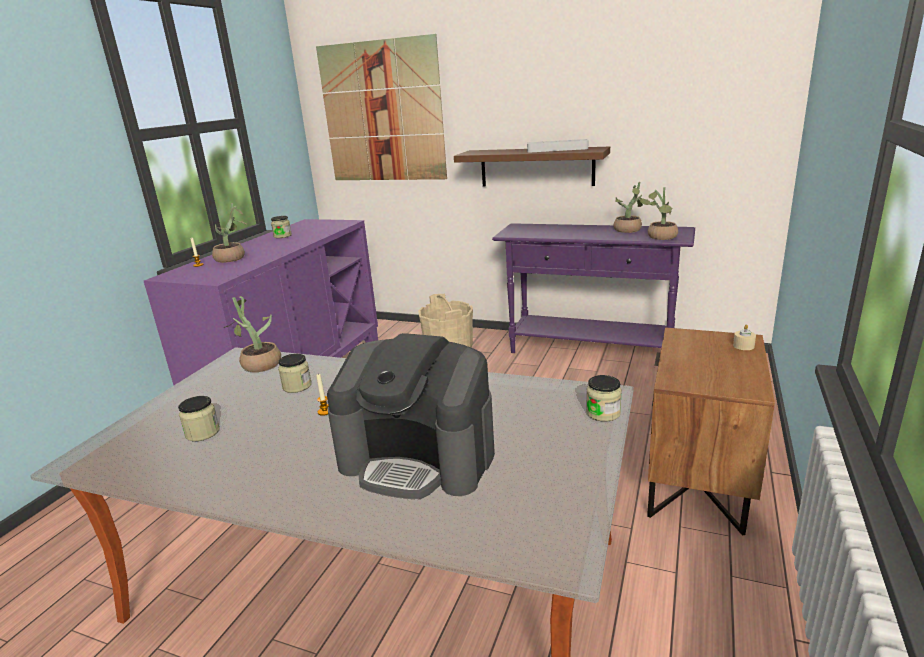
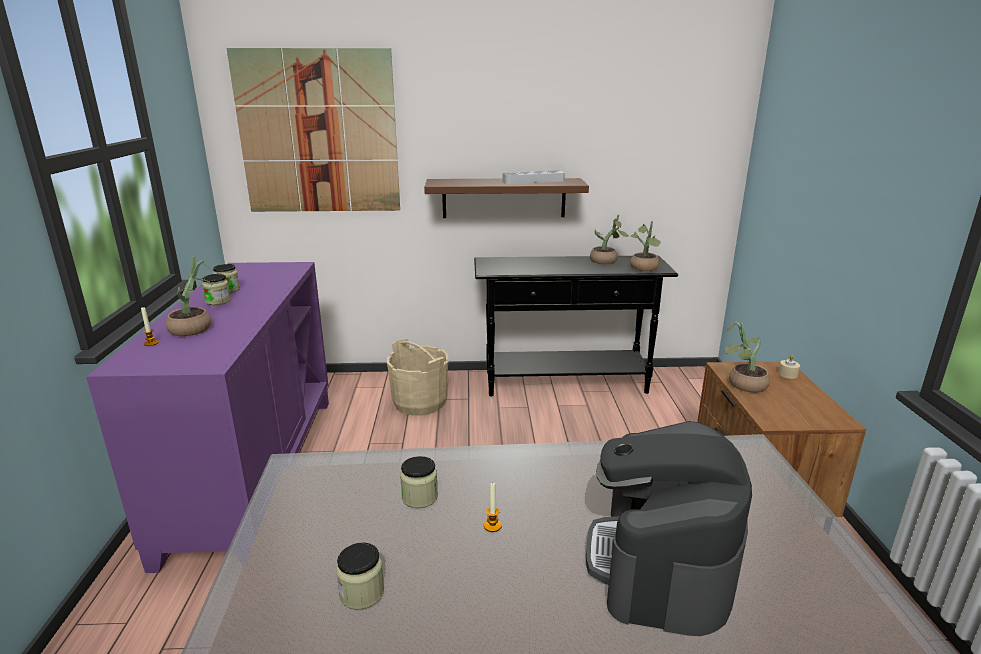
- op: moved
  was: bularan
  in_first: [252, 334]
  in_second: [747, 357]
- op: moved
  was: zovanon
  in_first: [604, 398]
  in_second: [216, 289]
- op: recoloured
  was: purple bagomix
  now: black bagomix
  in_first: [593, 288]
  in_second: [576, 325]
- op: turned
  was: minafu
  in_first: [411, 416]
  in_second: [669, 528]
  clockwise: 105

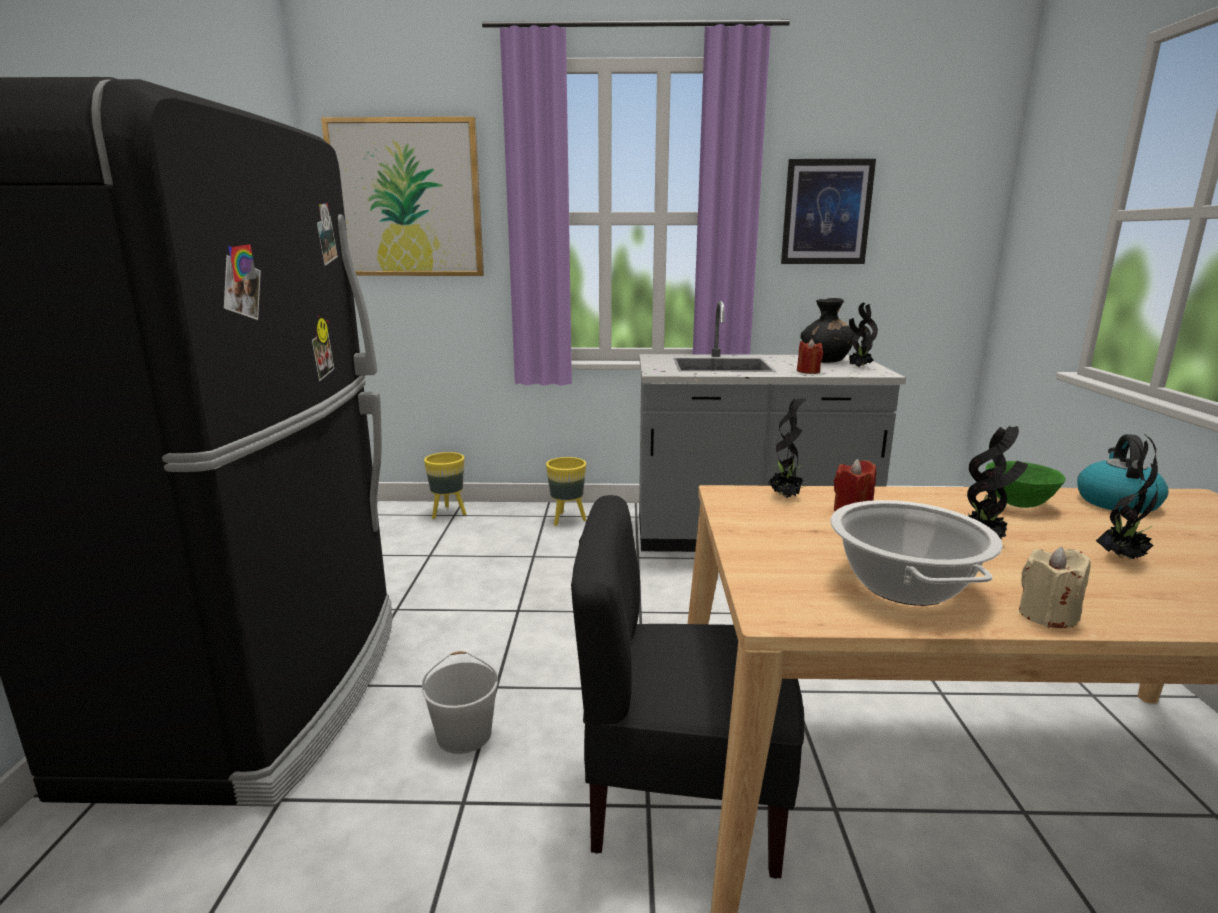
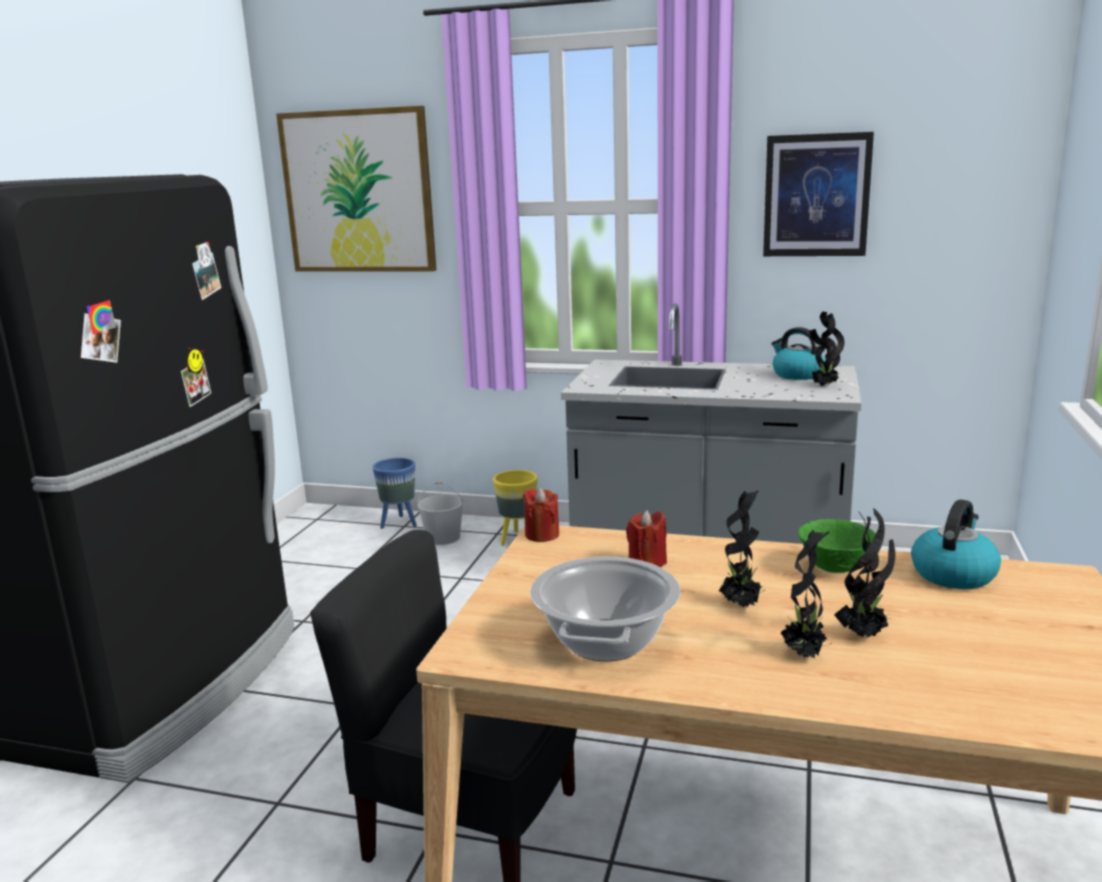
- op: removed
  was: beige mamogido
  in_first: [1055, 587]
- op: moved
  was: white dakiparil
  in_first: [460, 702]
  in_second: [441, 513]
- op: moved
  was: bularan
  in_first: [787, 448]
  in_second: [806, 594]
- op: moved
  was: red mamogido
  in_first: [810, 356]
  in_second: [541, 515]
- op: replaced
  was: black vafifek
  now: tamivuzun
  in_first: [828, 330]
  in_second: [798, 353]
- op: recoloured
  was: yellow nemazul
  now: blue nemazul
  in_first: [445, 485]
  in_second: [395, 493]

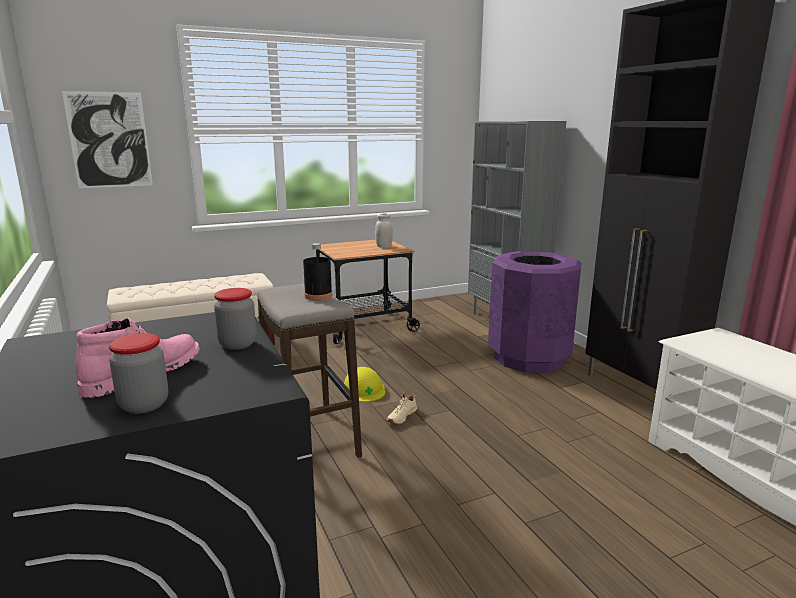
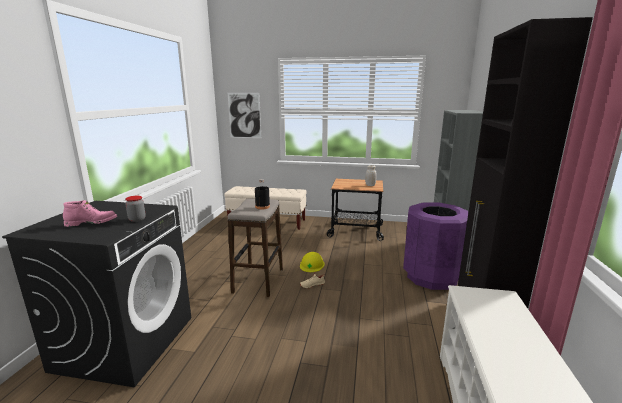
- op: removed
  was: zovanon
  in_first: [138, 373]

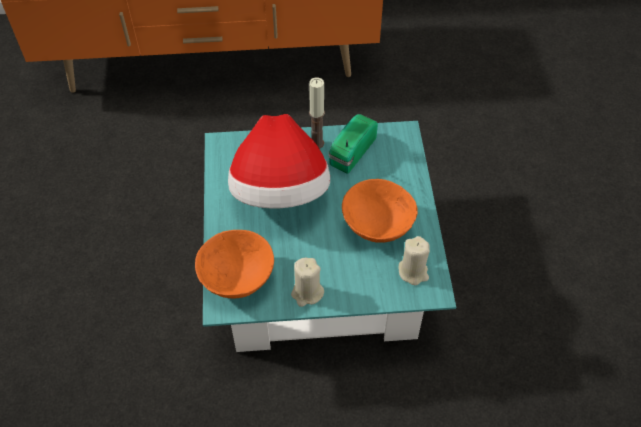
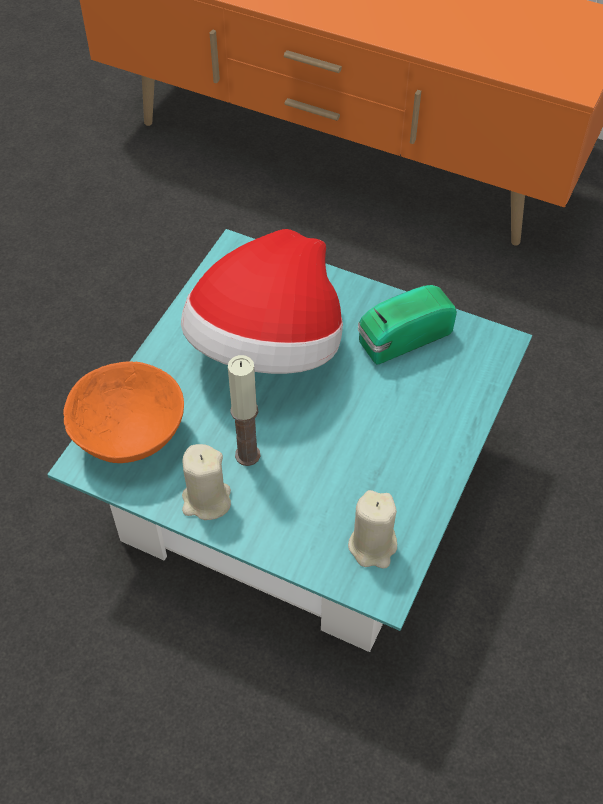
- op: removed
  was: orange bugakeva
  in_first: [380, 211]
- op: moved
  was: mamogido
  in_first: [317, 113]
  in_second: [244, 410]

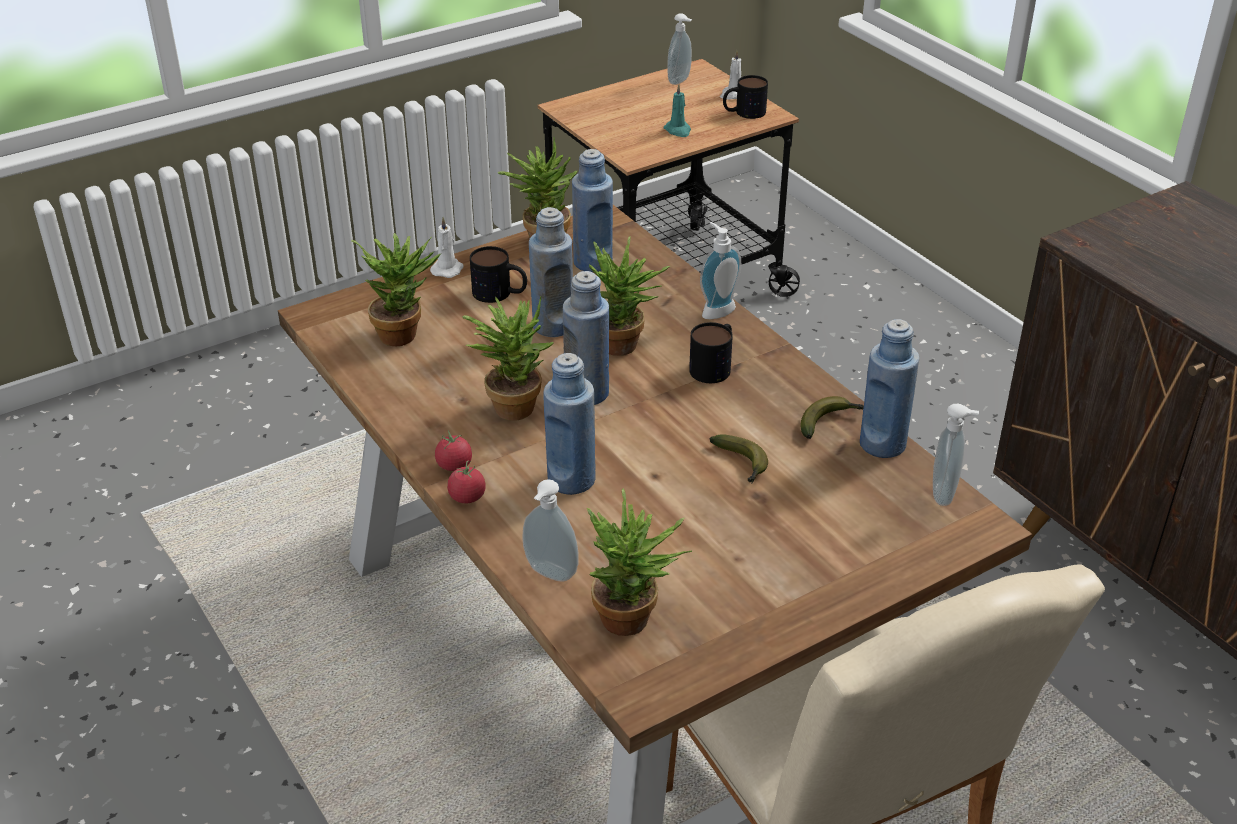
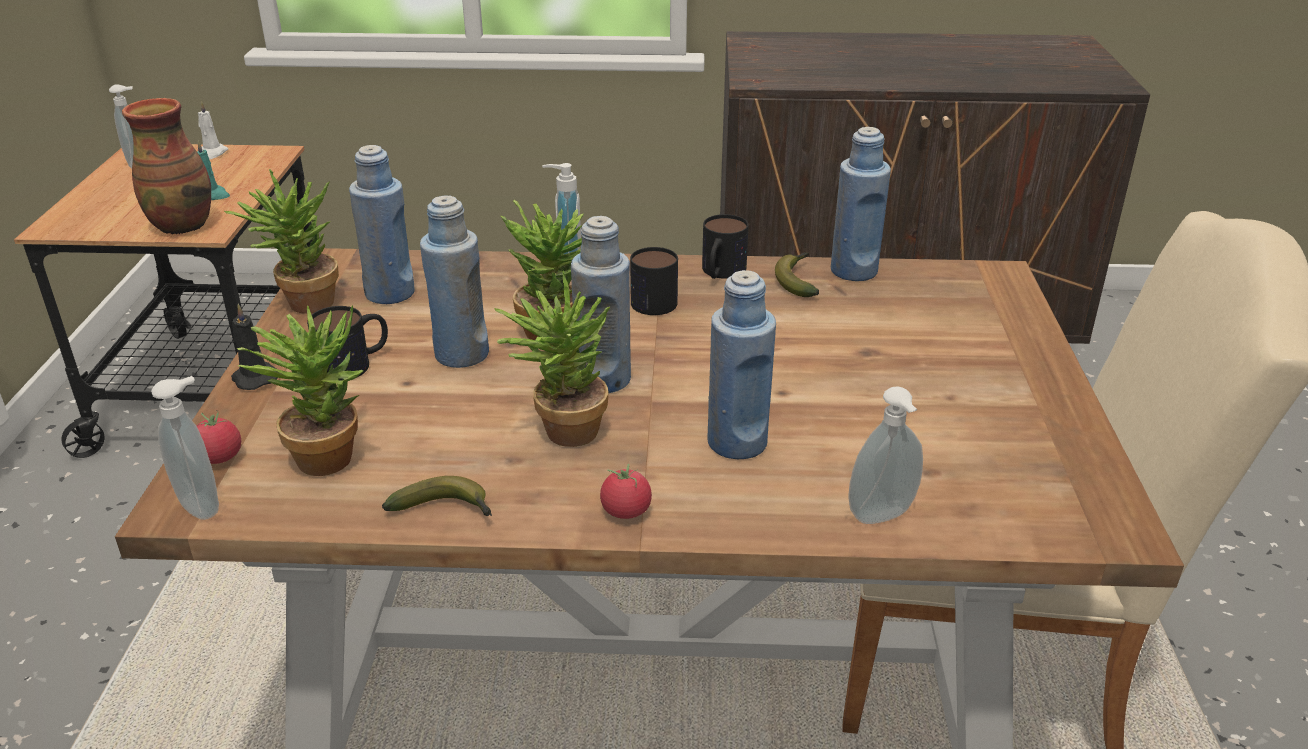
- op: removed
  was: bularan
  in_first: [639, 562]
- op: added
  now: vafifek
  in_second: [166, 166]
- op: moved
  was: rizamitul
  in_first: [466, 482]
  in_second: [219, 437]
- op: moved
  was: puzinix
  in_first: [739, 459]
  in_second: [437, 496]
- op: moved
  was: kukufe
  in_first: [745, 97]
  in_second: [725, 246]
- op: moved
  was: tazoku
  in_first: [956, 455]
  in_second: [185, 448]
- op: recoloured
  was: white mamogido
  now: black mamogido
  in_first: [446, 247]
  in_second: [254, 346]

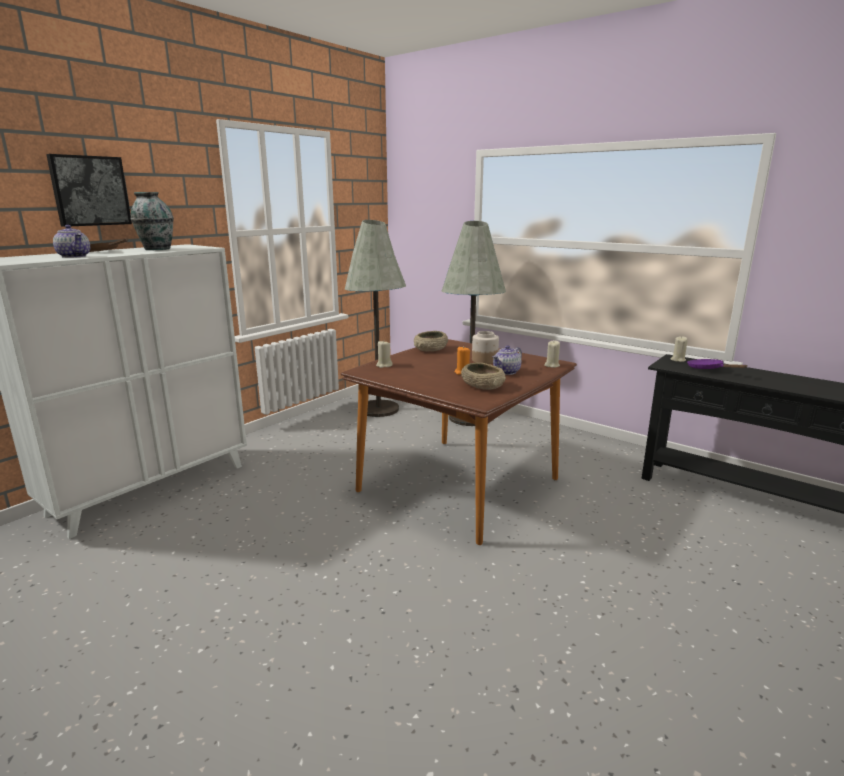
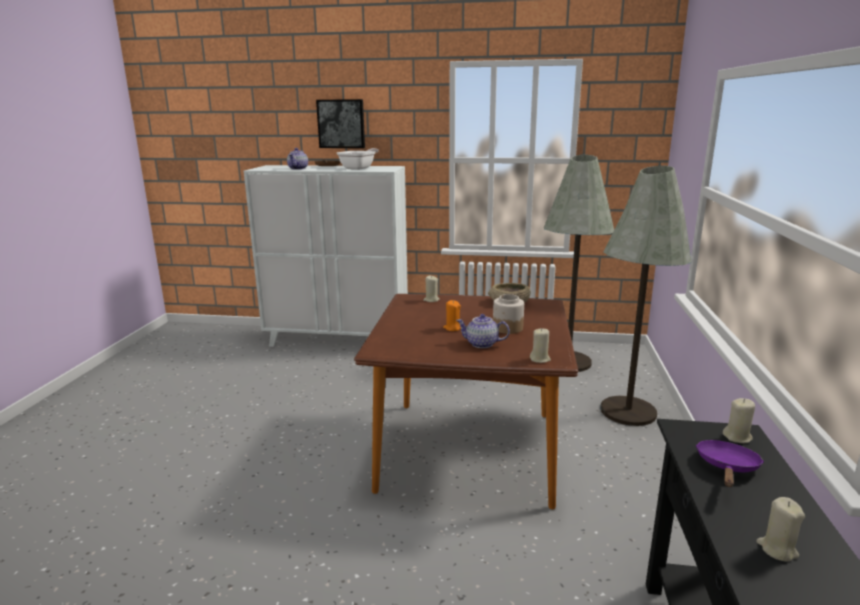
- op: removed
  was: beige bugakeva
  in_first: [483, 376]
- op: added
  now: beige mamogido
  in_second: [780, 529]
- op: replaced
  was: vafifek
  now: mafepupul
  in_first: [152, 221]
  in_second: [358, 159]

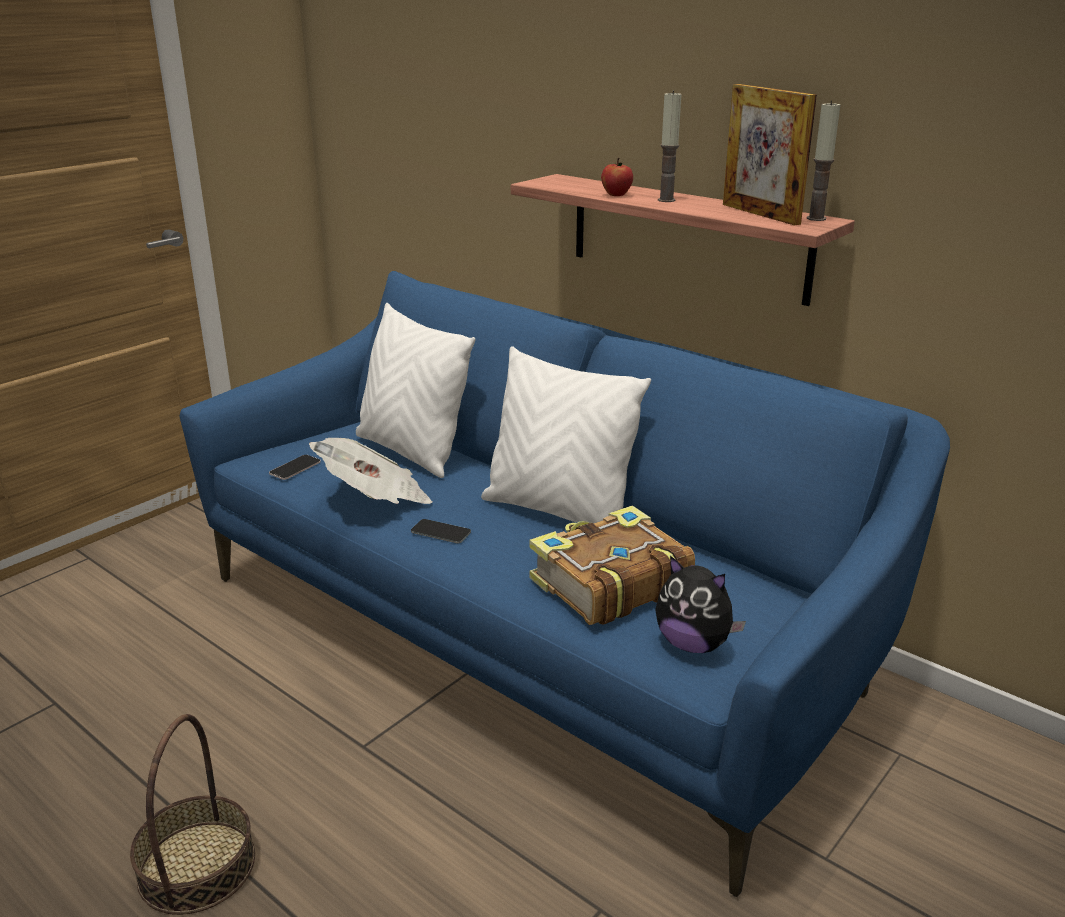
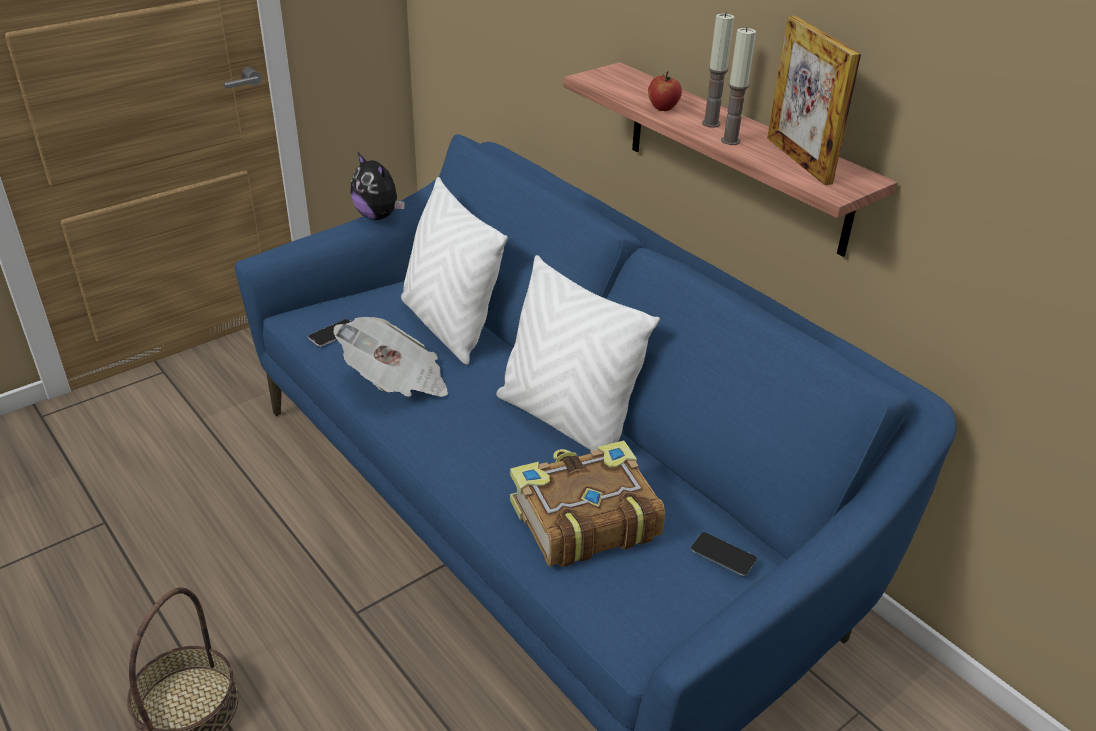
- op: moved
  was: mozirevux
  in_first: [441, 531]
  in_second: [724, 554]
- op: moved
  was: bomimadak
  in_first: [700, 604]
  in_second: [378, 186]
- op: moved
  was: mamogido
  in_first: [823, 161]
  in_second: [738, 86]

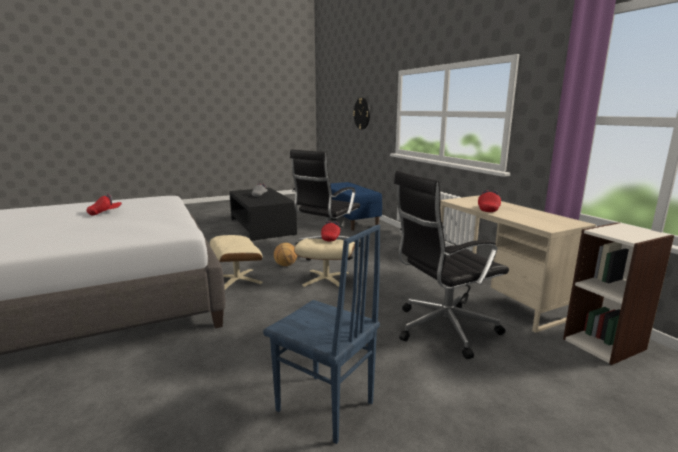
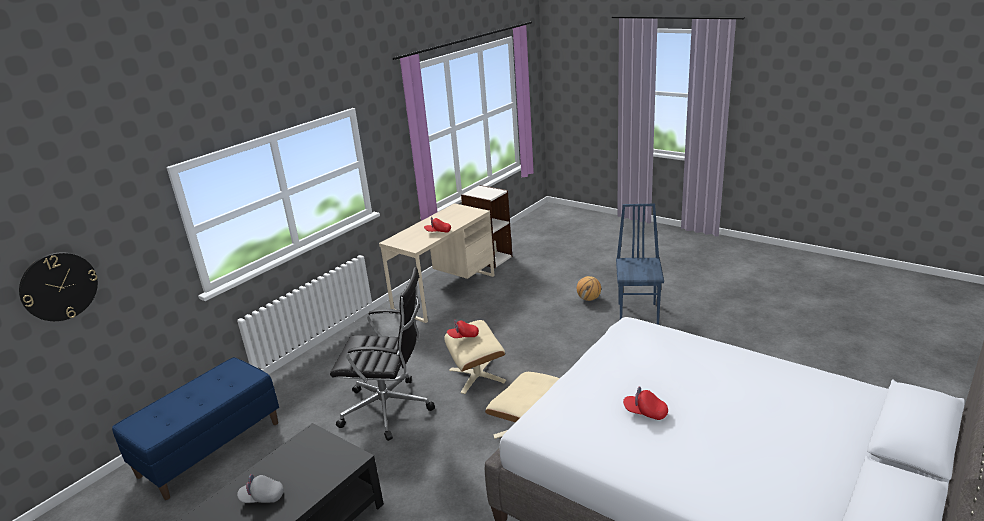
- op: removed
  was: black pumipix
  in_first: [451, 265]
- op: moved
  was: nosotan
  in_first: [285, 254]
  in_second: [589, 288]

